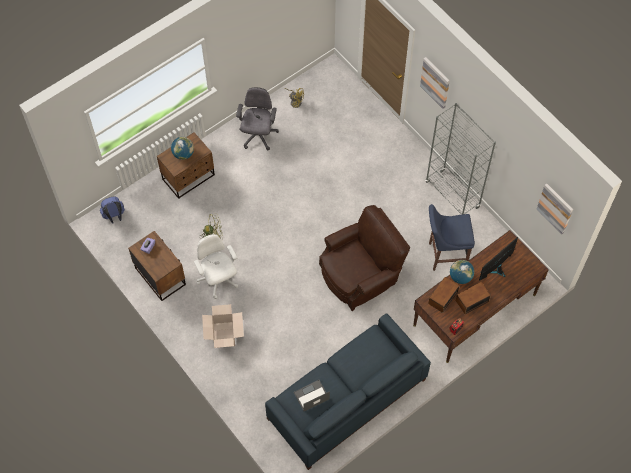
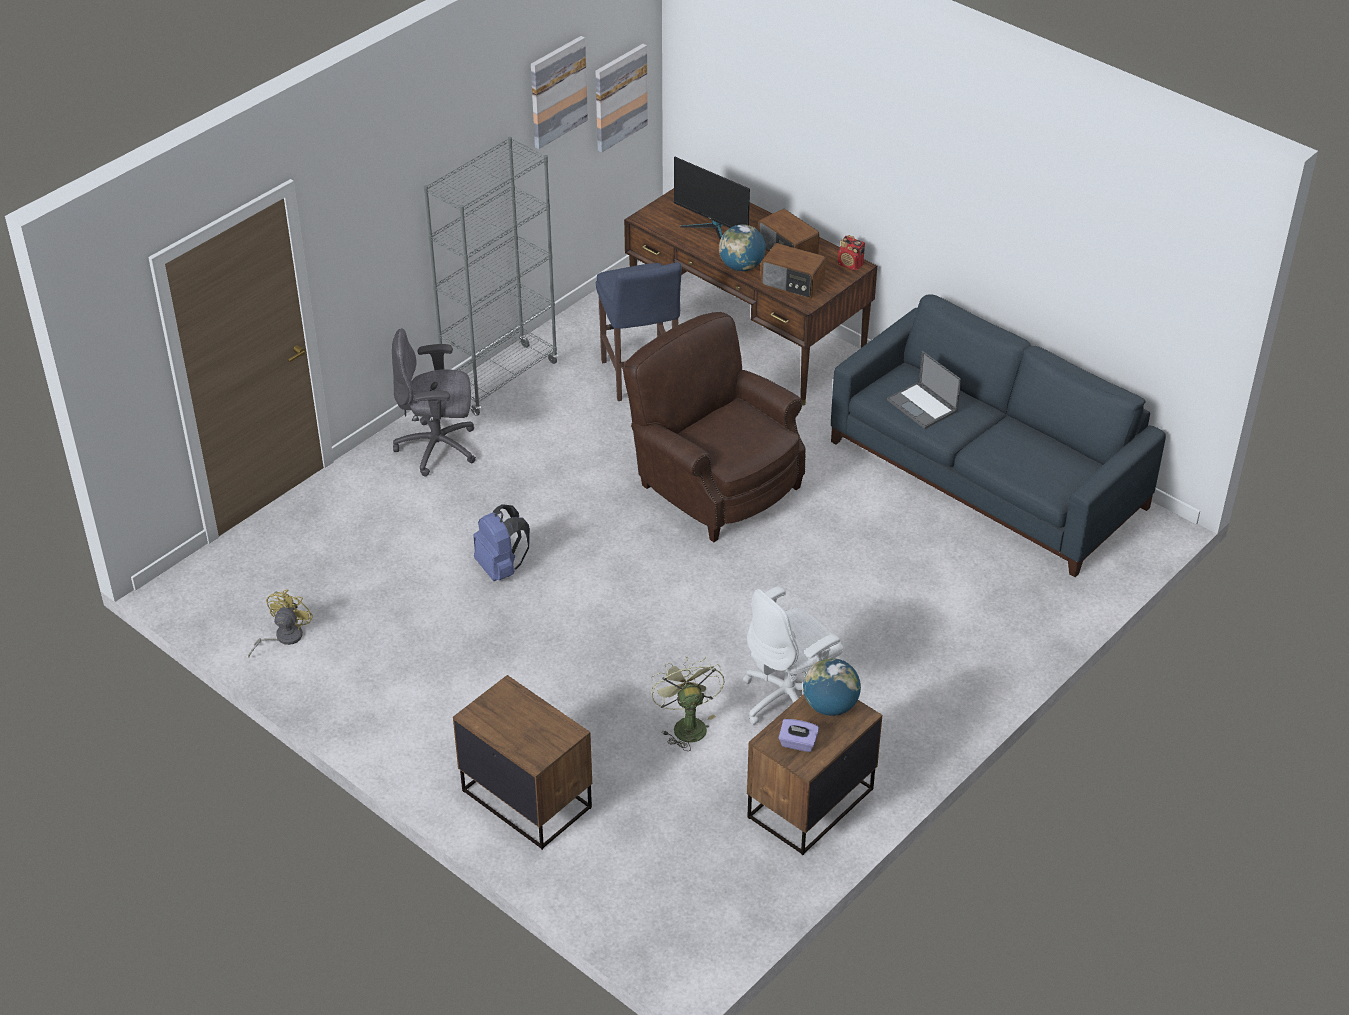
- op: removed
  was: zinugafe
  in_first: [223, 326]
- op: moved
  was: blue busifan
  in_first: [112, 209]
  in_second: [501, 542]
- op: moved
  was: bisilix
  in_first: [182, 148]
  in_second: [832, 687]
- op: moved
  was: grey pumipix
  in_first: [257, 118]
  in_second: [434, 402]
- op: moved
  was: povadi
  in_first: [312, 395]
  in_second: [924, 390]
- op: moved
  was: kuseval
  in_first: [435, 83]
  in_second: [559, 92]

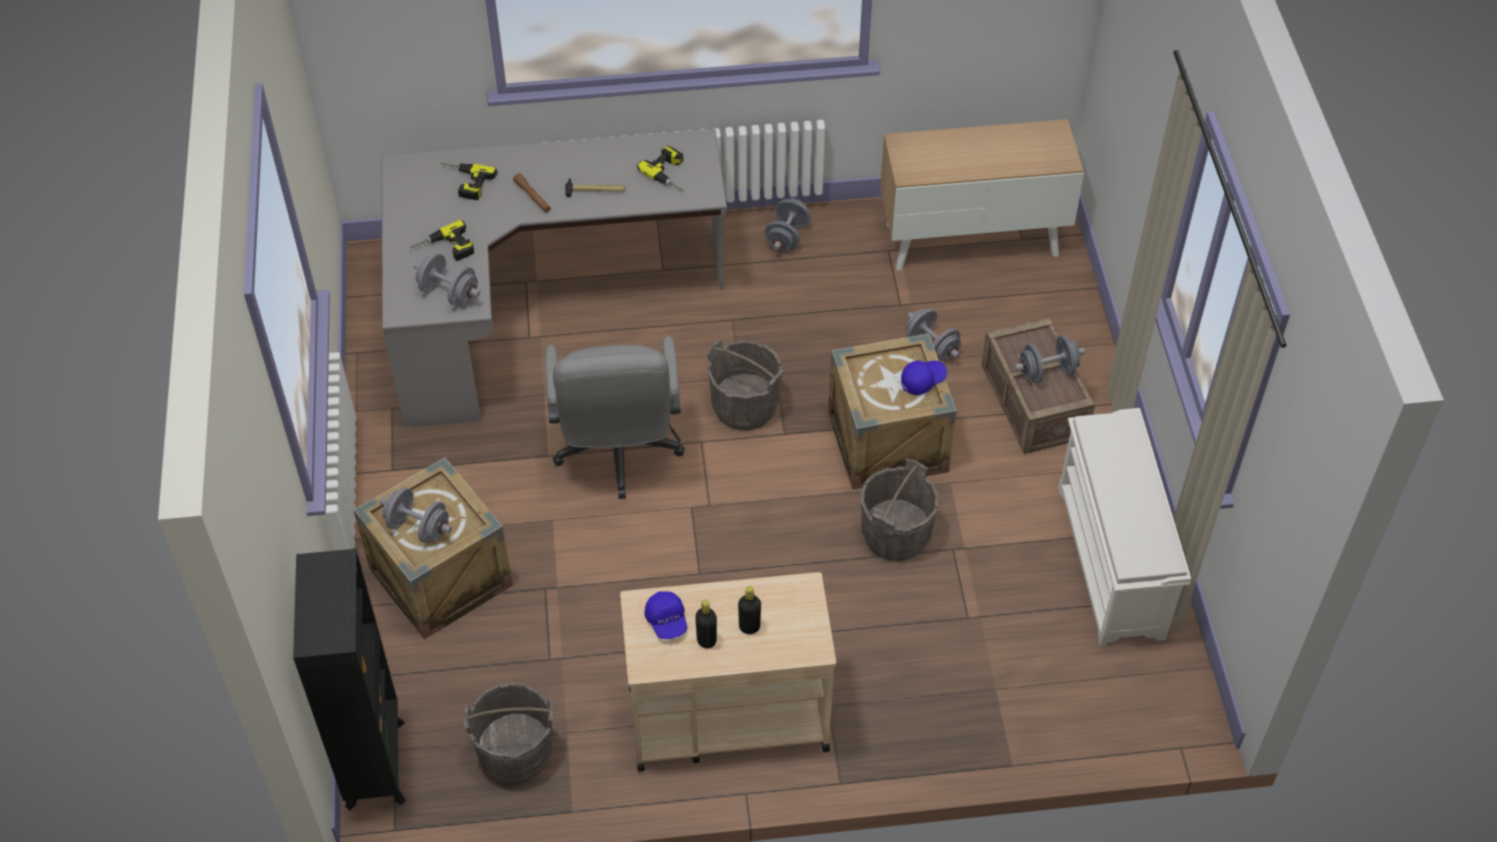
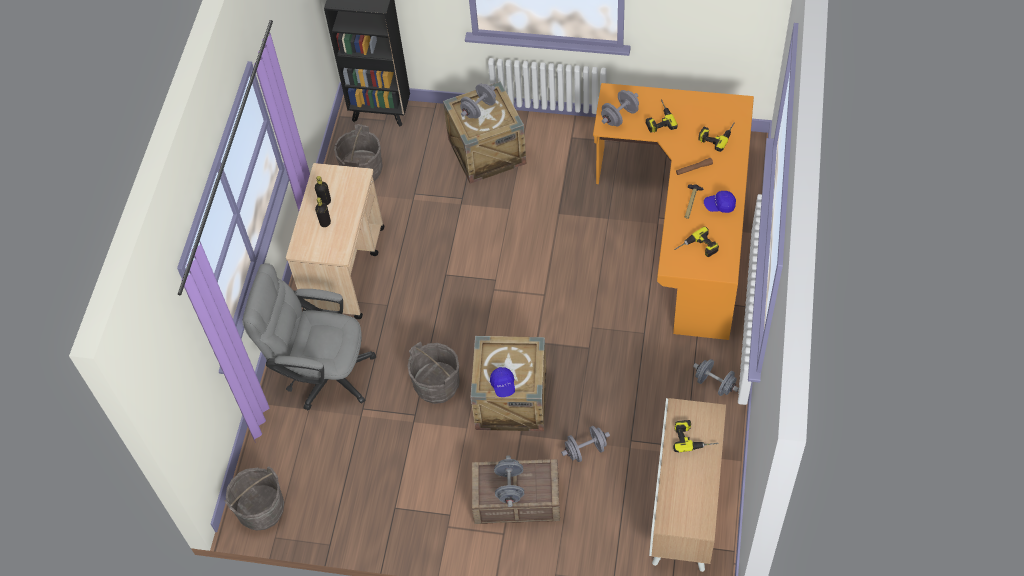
- op: removed
  was: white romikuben
  in_first: [1124, 527]
- op: added
  now: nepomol
  in_second: [695, 436]
- op: moved
  was: grey pumipix
  in_first: [615, 417]
  in_second: [309, 337]
- op: moved
  was: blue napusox
  in_first: [665, 615]
  in_second: [720, 202]
- op: moved
  was: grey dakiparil
  in_first: [745, 385]
  in_second: [254, 498]
- op: recoloured
  was: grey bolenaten
  now: orange bolenaten
  in_first: [554, 278]
  in_second: [673, 211]

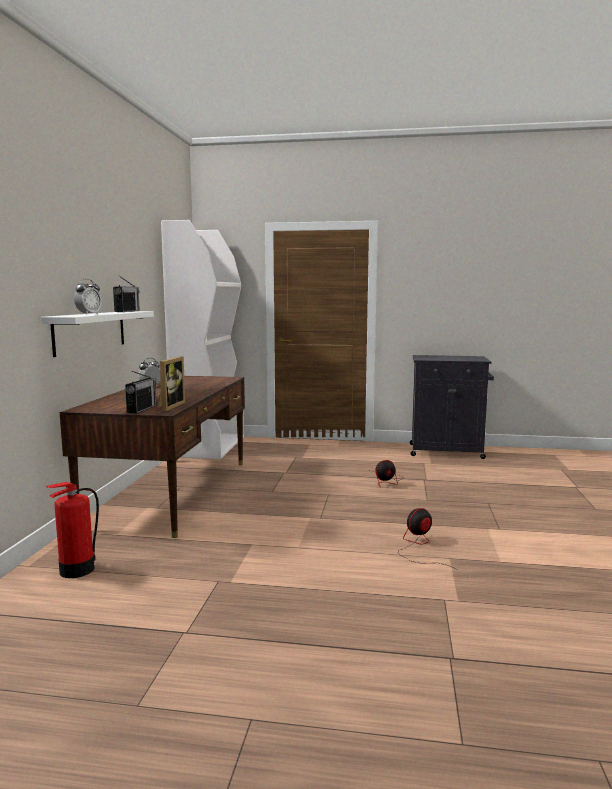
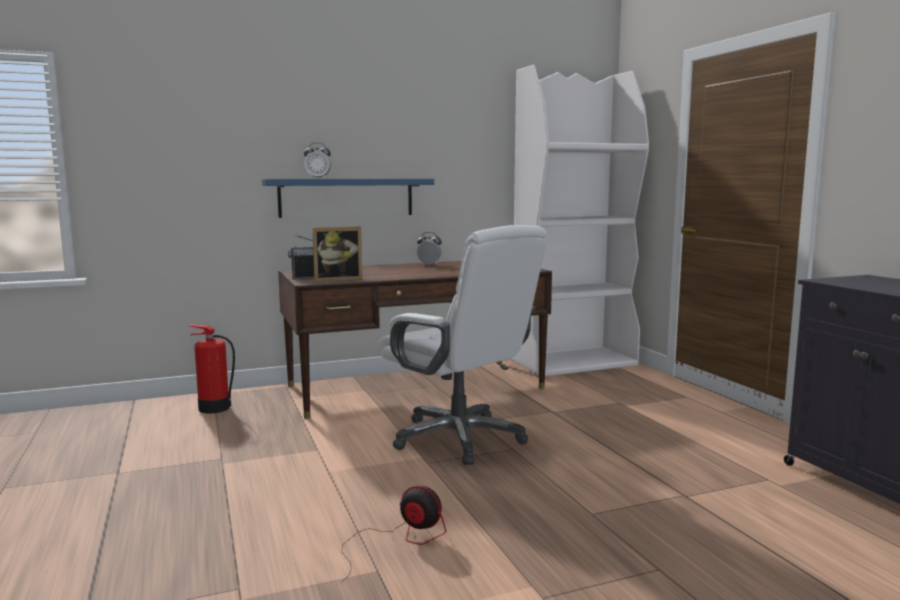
- op: removed
  was: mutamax
  in_first: [126, 294]
- op: removed
  was: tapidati
  in_first: [385, 474]
- op: added
  now: white pumipix
  in_second: [462, 345]
- op: recoloured
  was: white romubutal
  now: blue romubutal
  in_first: [97, 334]
  in_second: [348, 198]

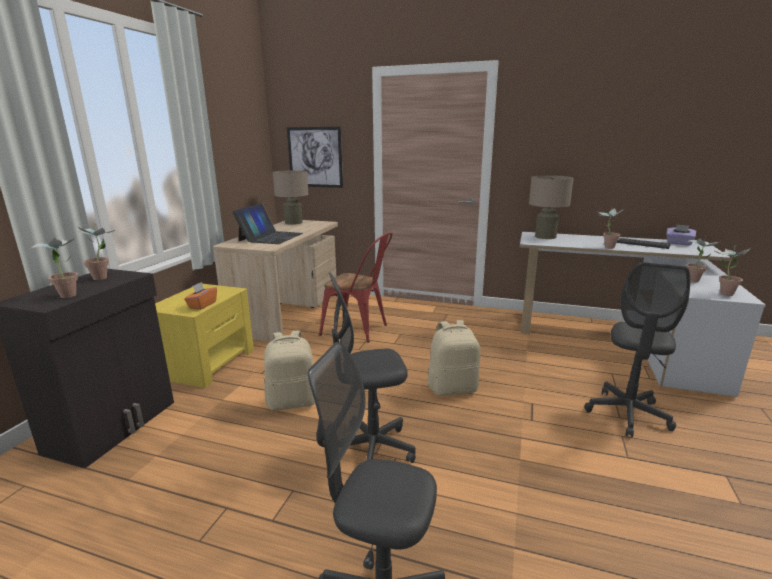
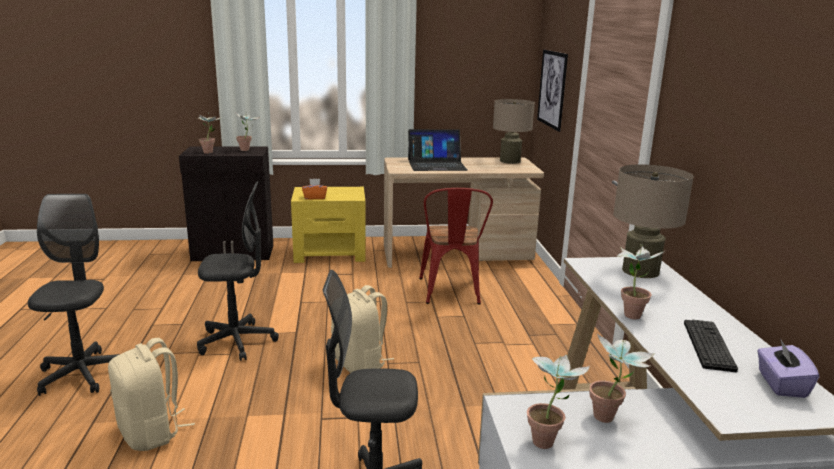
- op: moved
  was: beige busifan
  in_first: [289, 370]
  in_second: [151, 394]
- op: turned
  was: grey pumipix
  in_first: [372, 368]
  in_second: [238, 271]
  clockwise: 120

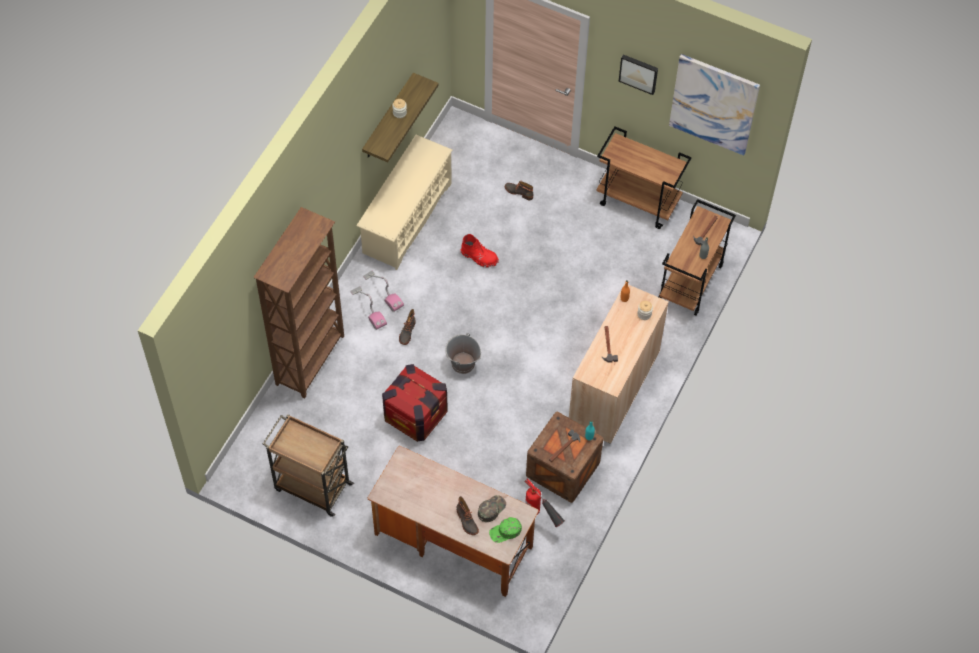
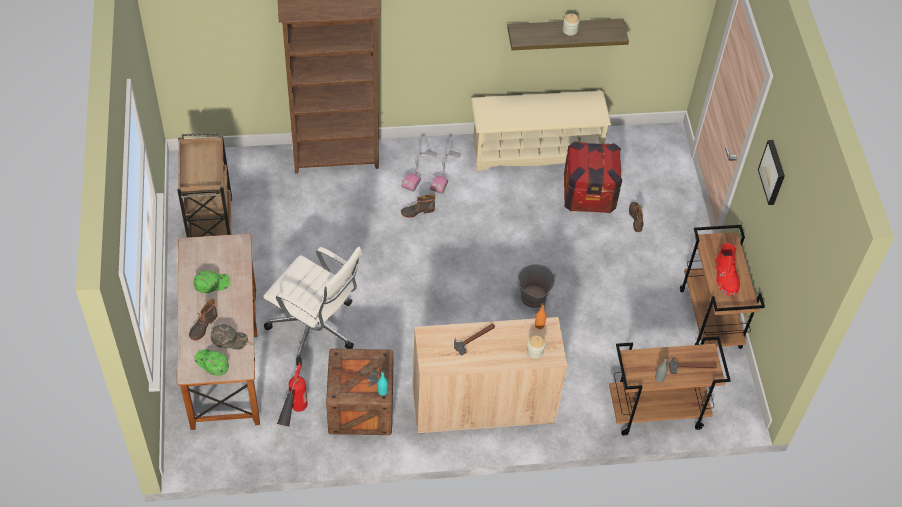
- op: removed
  was: kuseval
  in_first: [714, 105]
- op: added
  now: green napusox
  in_second: [212, 282]
- op: added
  now: white pumipix
  in_second: [312, 306]
- op: moved
  was: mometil
  in_first: [415, 403]
  in_second: [593, 177]
- op: moved
  was: grey dakiparil
  in_first: [463, 353]
  in_second: [536, 286]
- op: moved
  was: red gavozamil
  in_first: [480, 251]
  in_second: [727, 270]

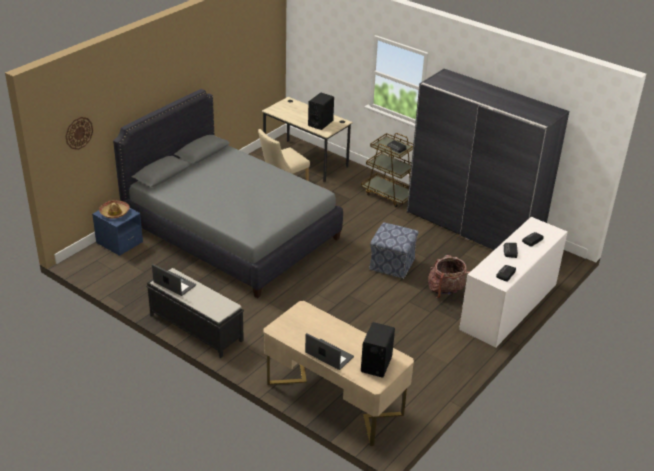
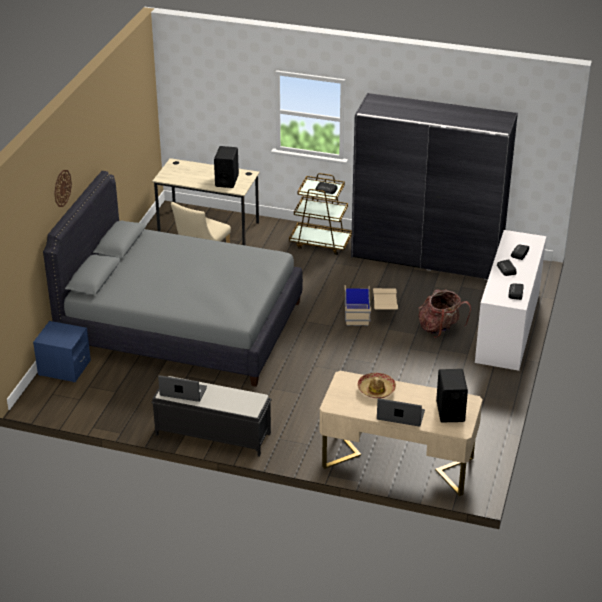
- op: moved
  was: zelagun
  in_first: [79, 133]
  in_second: [63, 188]
- op: moved
  was: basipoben
  in_first: [114, 209]
  in_second: [376, 386]
- op: replaced
  was: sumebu
  now: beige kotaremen
  in_first: [394, 250]
  in_second: [371, 306]

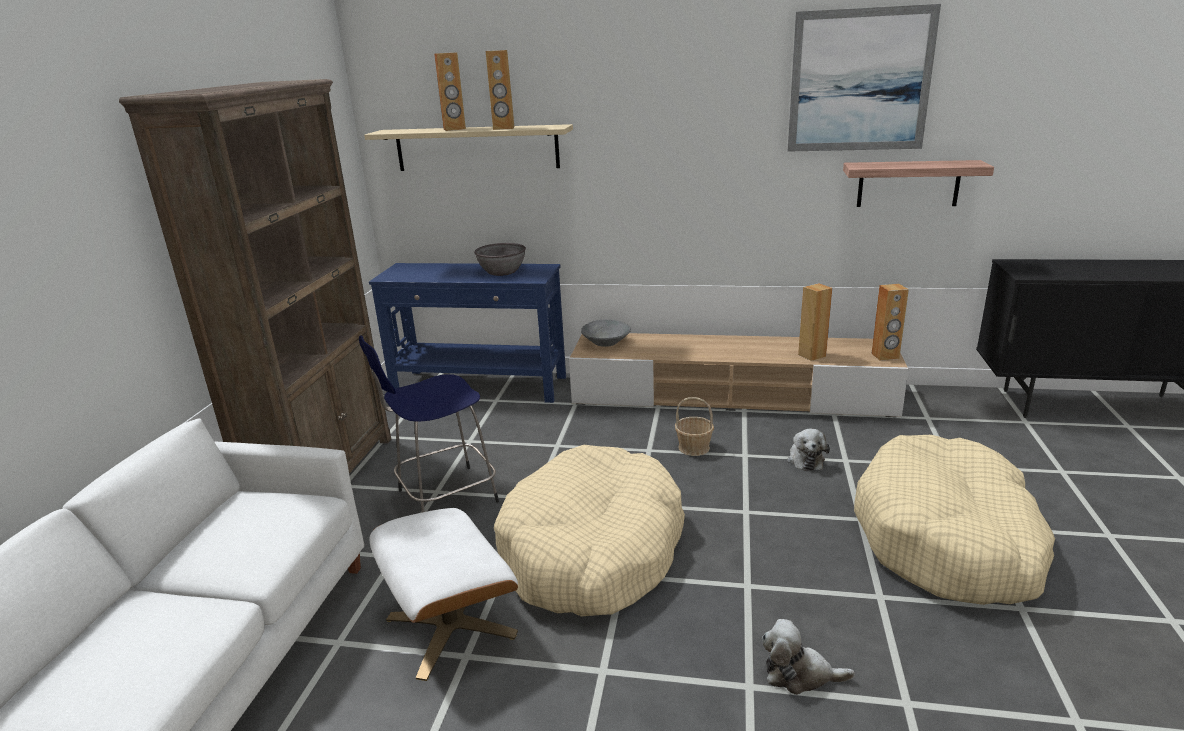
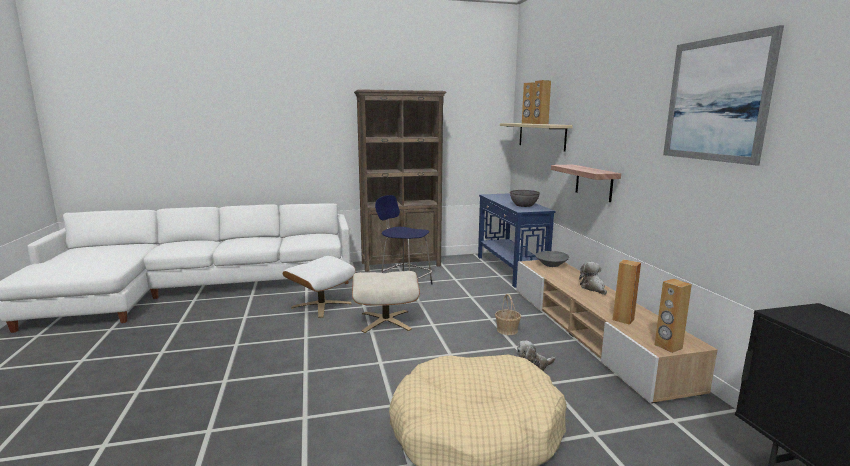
- op: moved
  was: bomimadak
  in_first: [808, 657]
  in_second: [593, 278]
- op: moved
  was: romubutal
  in_first: [918, 183]
  in_second: [586, 183]
- op: replaced
  was: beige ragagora
  now: beige sumebu
  in_first: [589, 530]
  in_second: [386, 302]

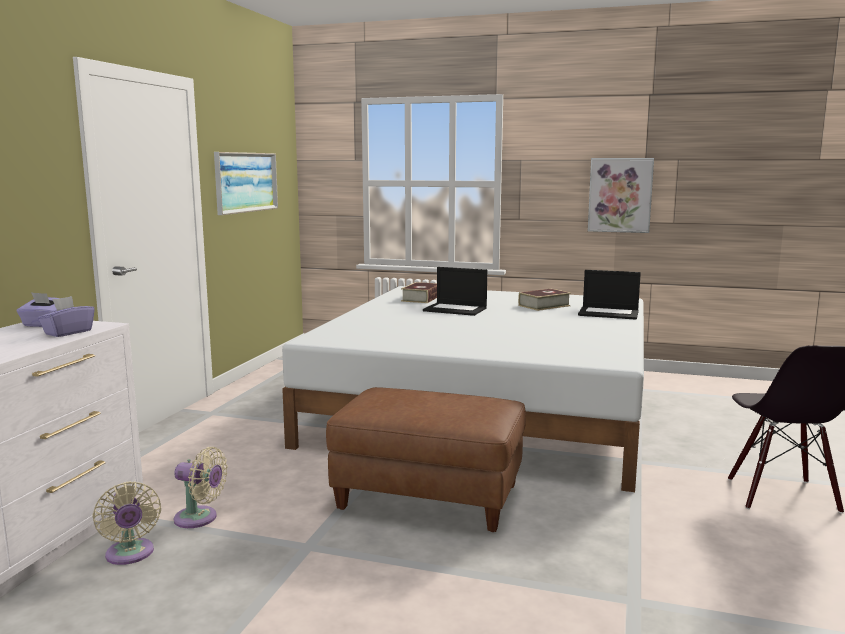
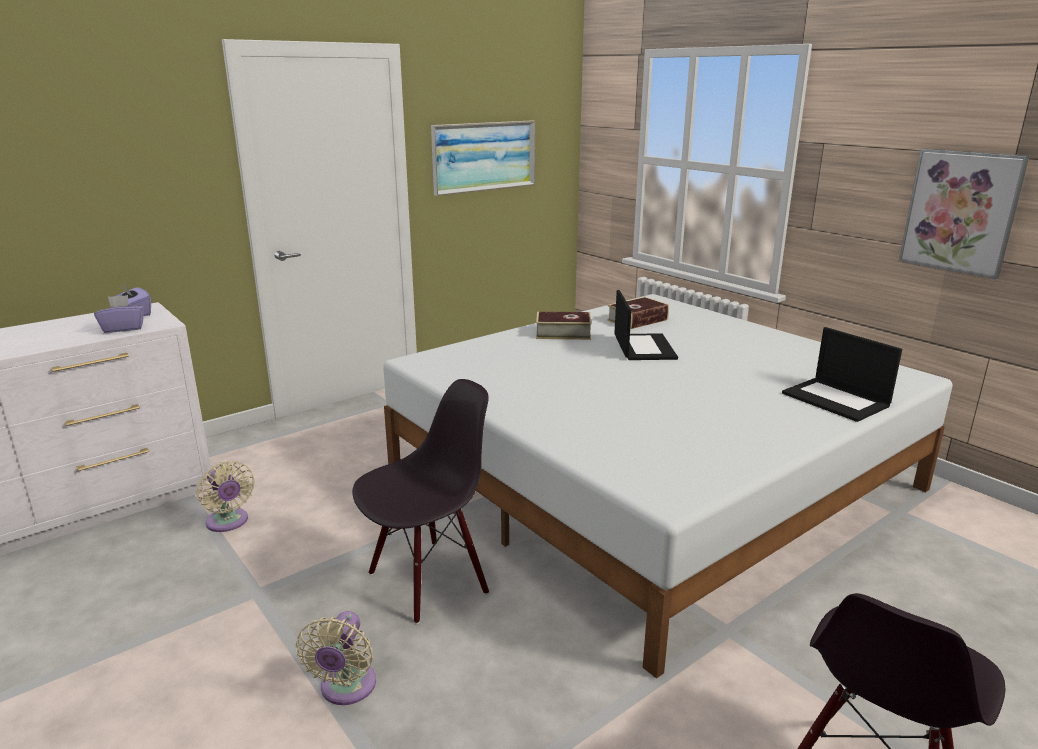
- op: moved
  was: beige tapidati
  in_first: [126, 523]
  in_second: [336, 658]
- op: moved
  was: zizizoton
  in_first: [544, 300]
  in_second: [564, 325]
- op: replaced
  was: brown sumebu
  now: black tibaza
  in_first: [426, 459]
  in_second: [420, 501]
- op: turned
  was: povadi
  in_first: [455, 291]
  in_second: [646, 325]
  clockwise: -150

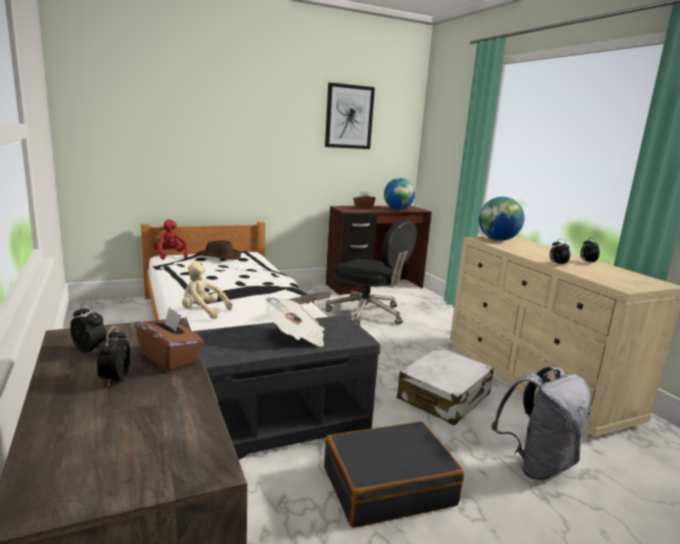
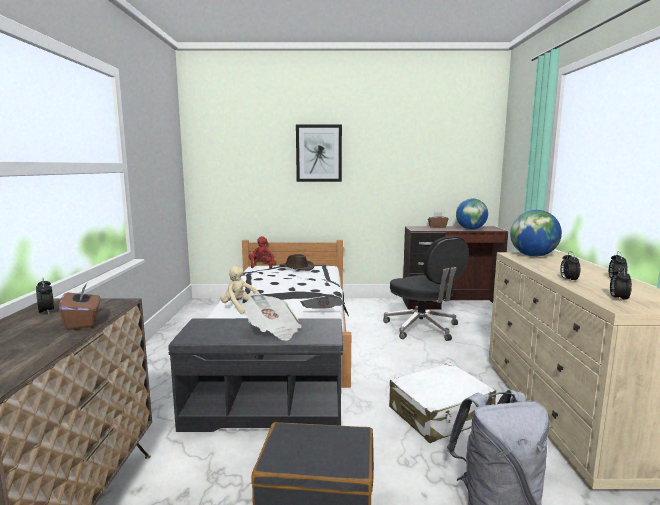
- op: moved
  was: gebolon
  in_first: [113, 356]
  in_second: [621, 283]
- op: moved
  was: kuseval
  in_first: [350, 115]
  in_second: [319, 153]

